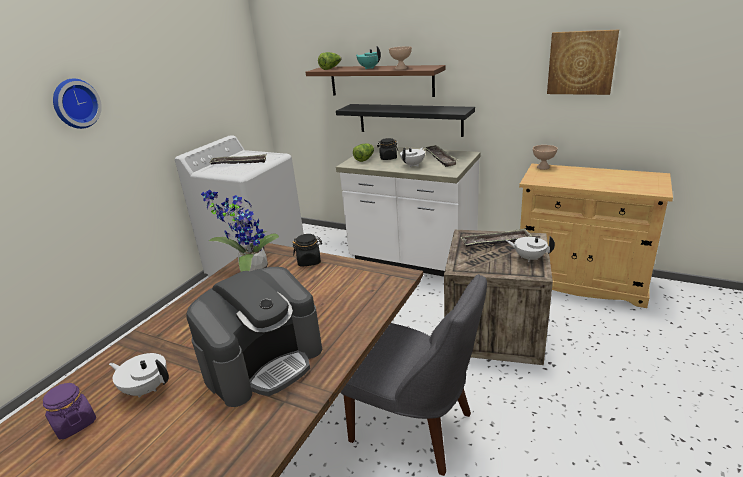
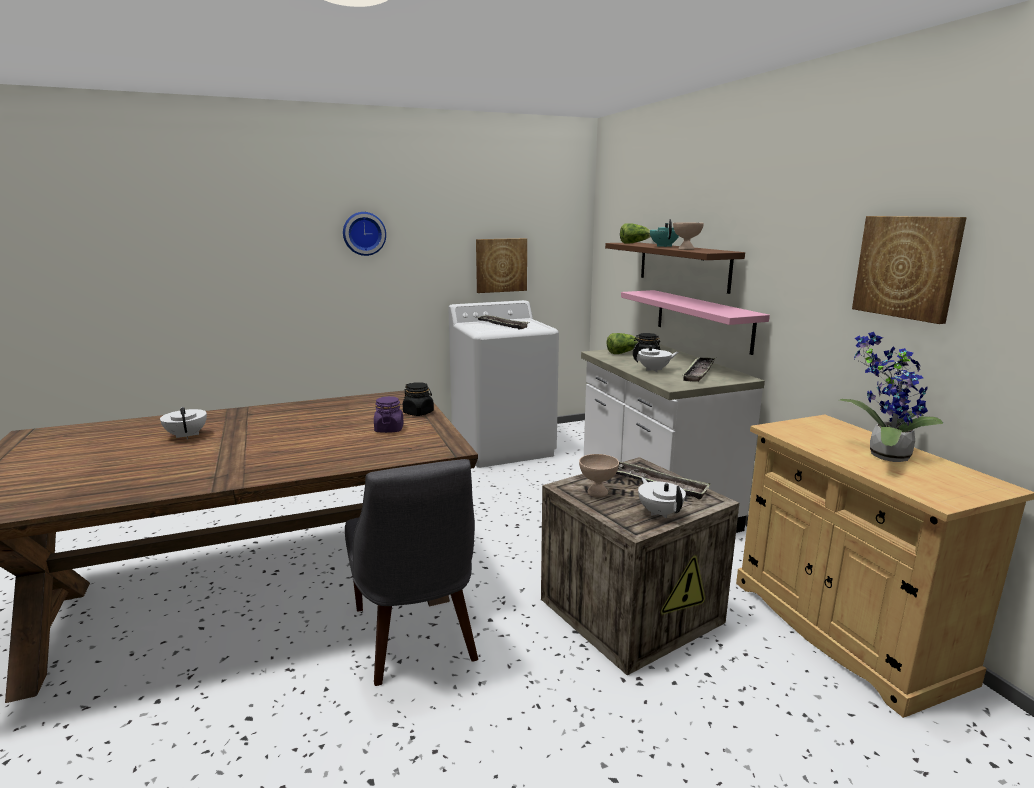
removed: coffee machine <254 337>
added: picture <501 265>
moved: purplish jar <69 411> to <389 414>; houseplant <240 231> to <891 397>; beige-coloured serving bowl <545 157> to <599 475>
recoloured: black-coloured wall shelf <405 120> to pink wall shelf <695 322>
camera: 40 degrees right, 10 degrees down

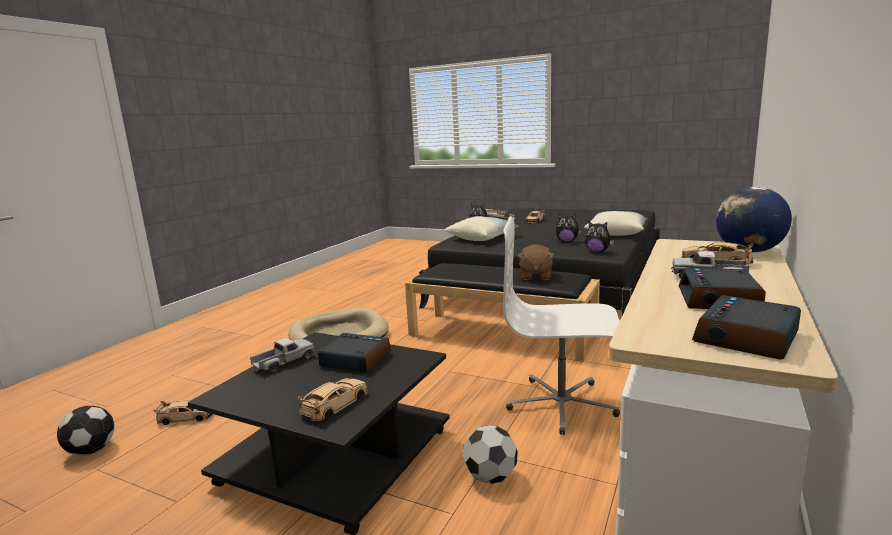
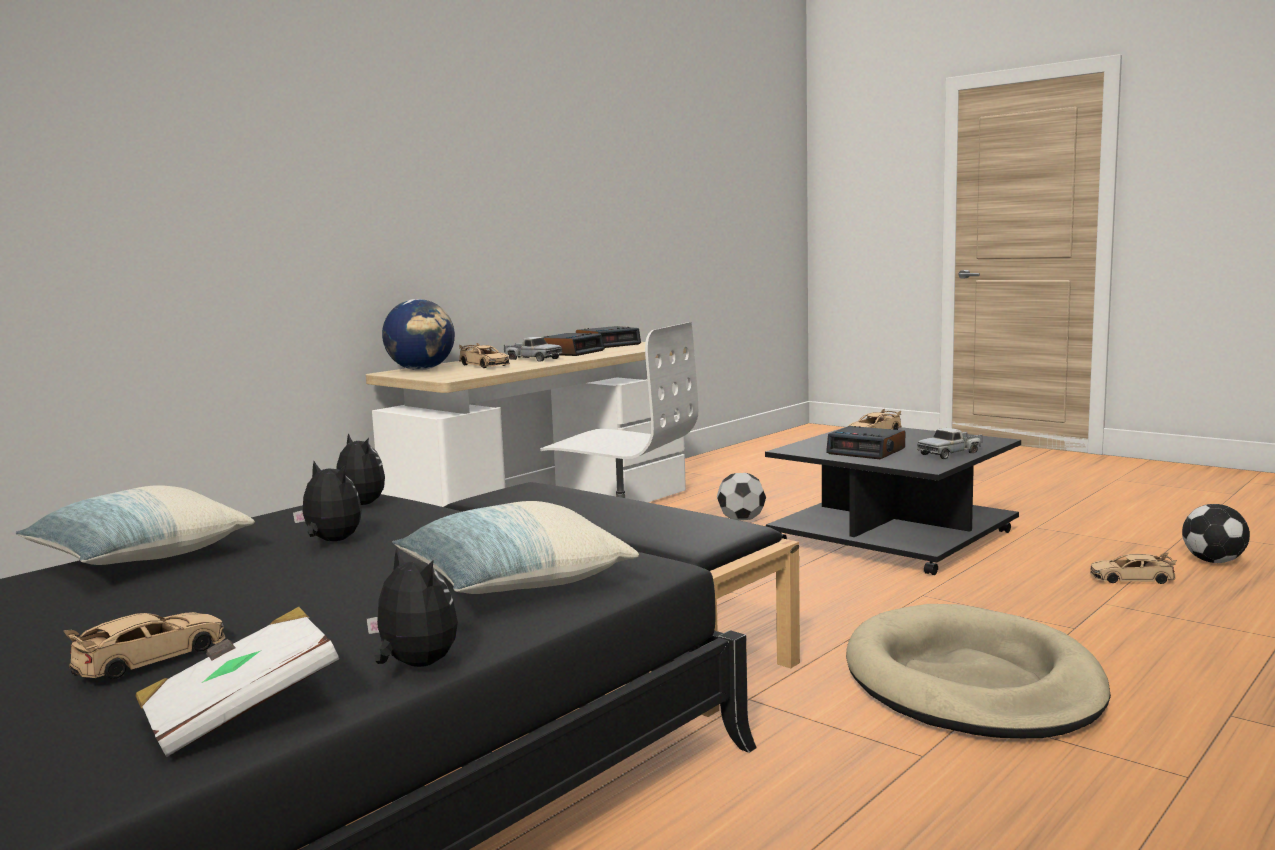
removed: brown-coloured plush toy <535 262>
camera: 165 degrees left, 5 degrees down

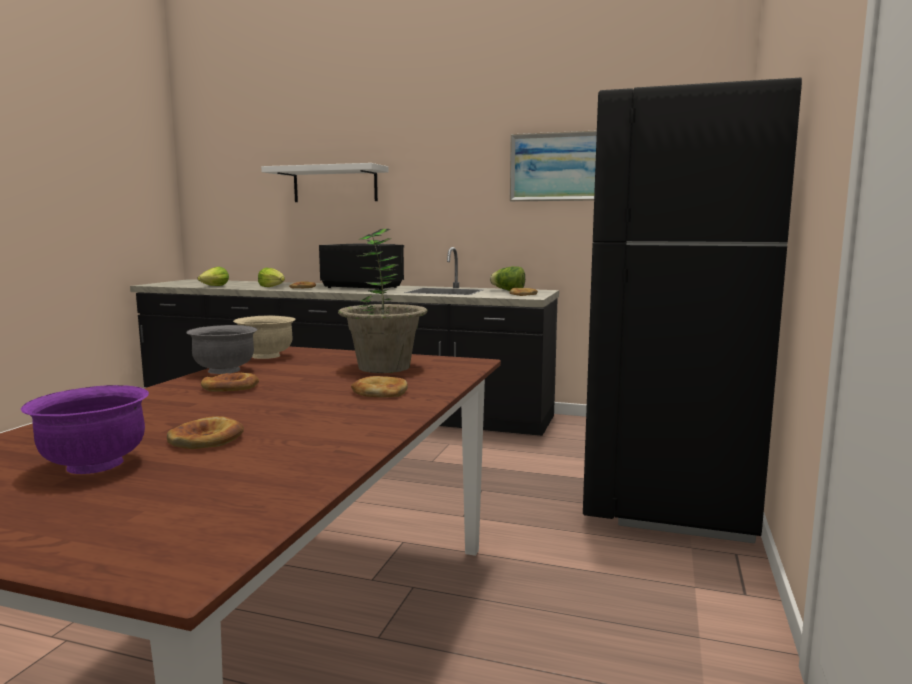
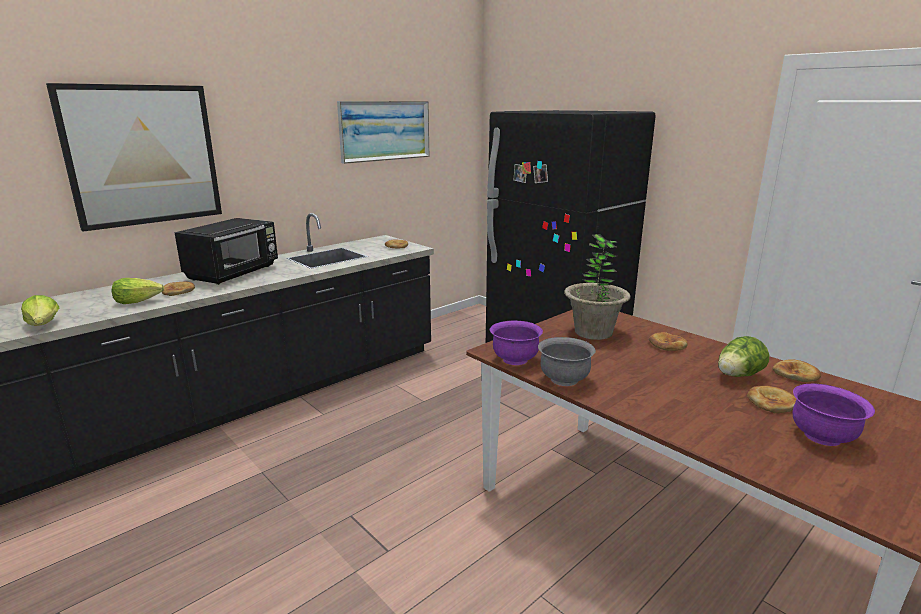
moved: bread <230 382> to <796 371>; lettuce head <507 278> to <743 356>
replaced: white-coloured wall shelf <325 182> to picture <134 157>
recoloured: beige-coloured serving bowl <264 337> to purplish serving bowl <516 342>
turned: black-coloured microwave oven <361 266> = <226 251> 150 degrees clockwise
camera: 60 degrees left, 10 degrees up

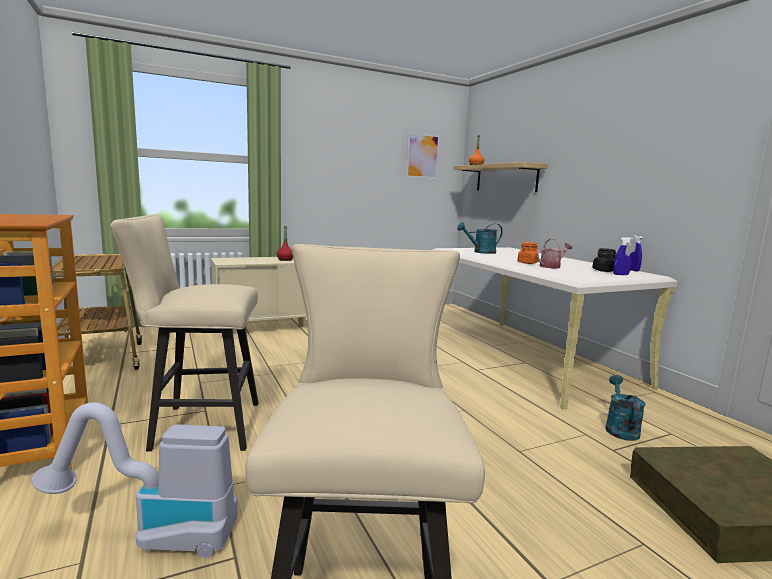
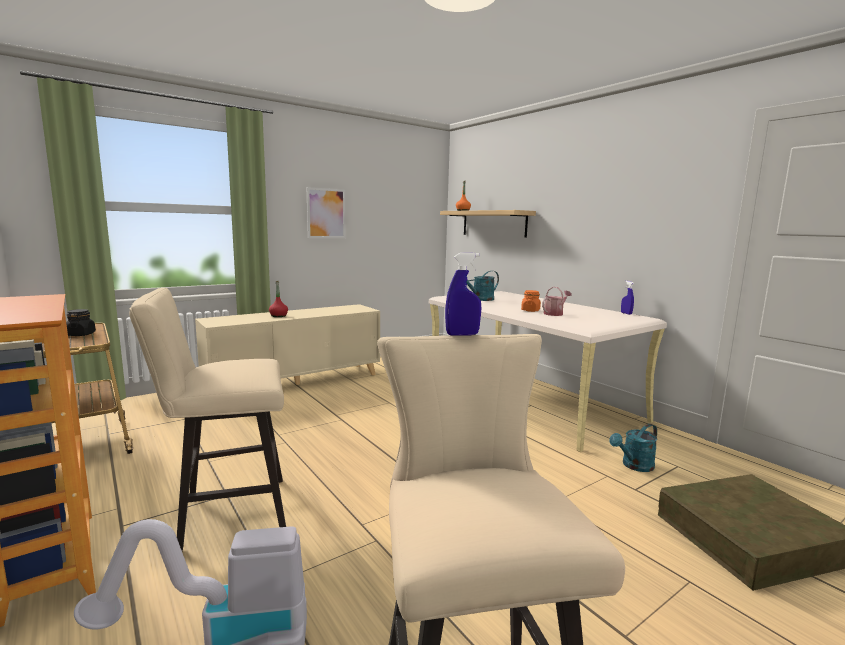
moved: picture <423 155> to <326 212>; black-coloured jar <604 260> to <81 322>; blue spray bottle <623 256> to <463 294>
turned: blue-green watering can <625 408> = <633 448> 120 degrees counterclockwise
camera: 10 degrees left, 0 degrees up

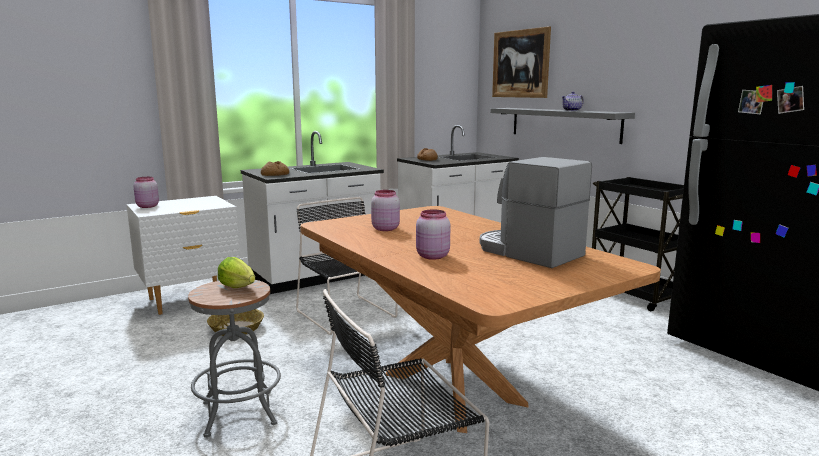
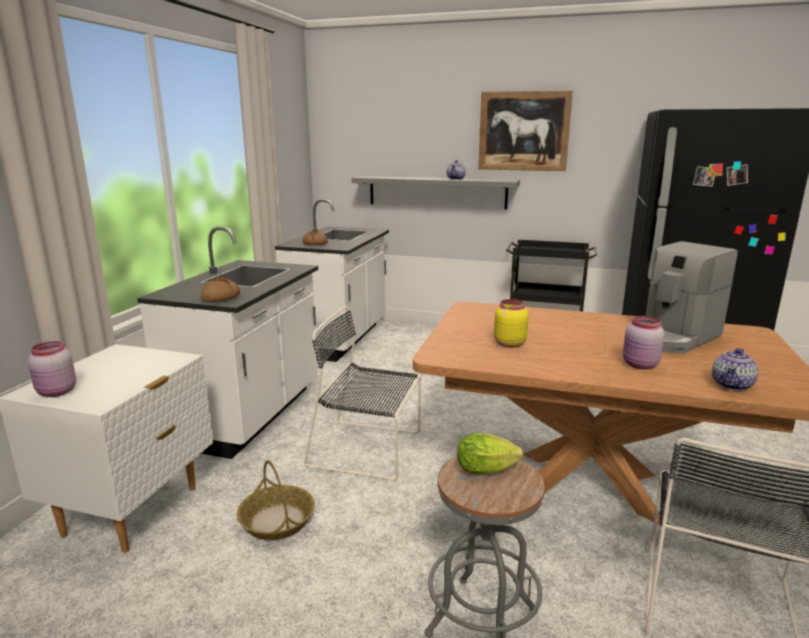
added: tea pot <735 369>
moved: picture <521 62> to <525 130>
recoloured: pink jar <385 210> to yellow jar <511 323>
turned: coffee machine <536 212> = <692 297> 45 degrees counterclockwise
camera: 40 degrees left, 5 degrees up

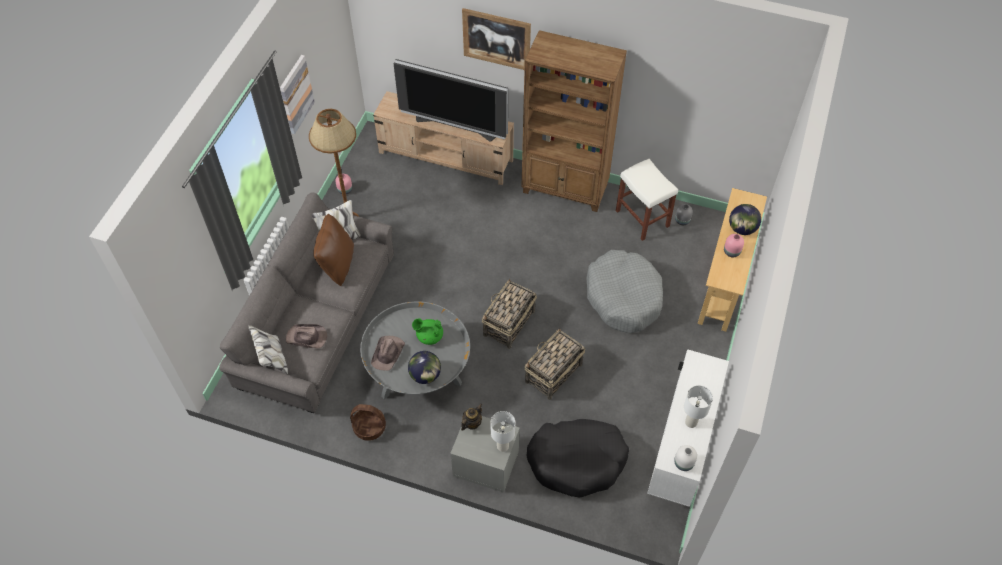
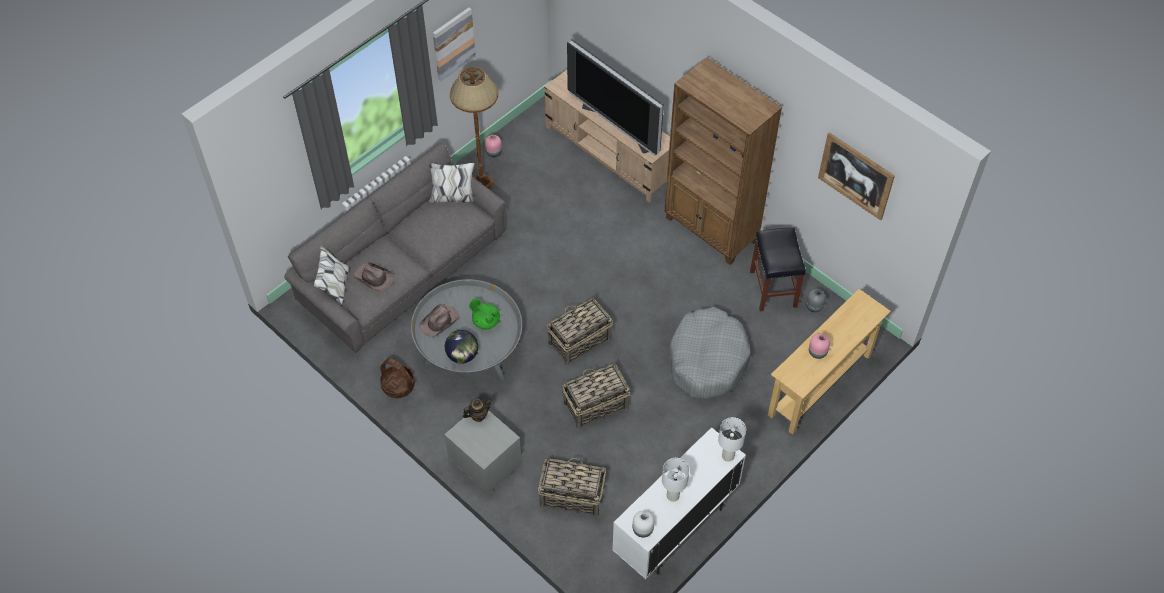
removed: brown-coloured pillow <333 250>; world globe <745 219>
moved: picture <496 39> to <856 176>; white-coloured lamp for a table <503 431> to <732 439>
replaced: black-coloured dog bed <577 458> to basket <572 487>
recoloured: white-coloured stool <647 200> to black-coloured stool <778 269>
camera: 25 degrees right, 0 degrees up

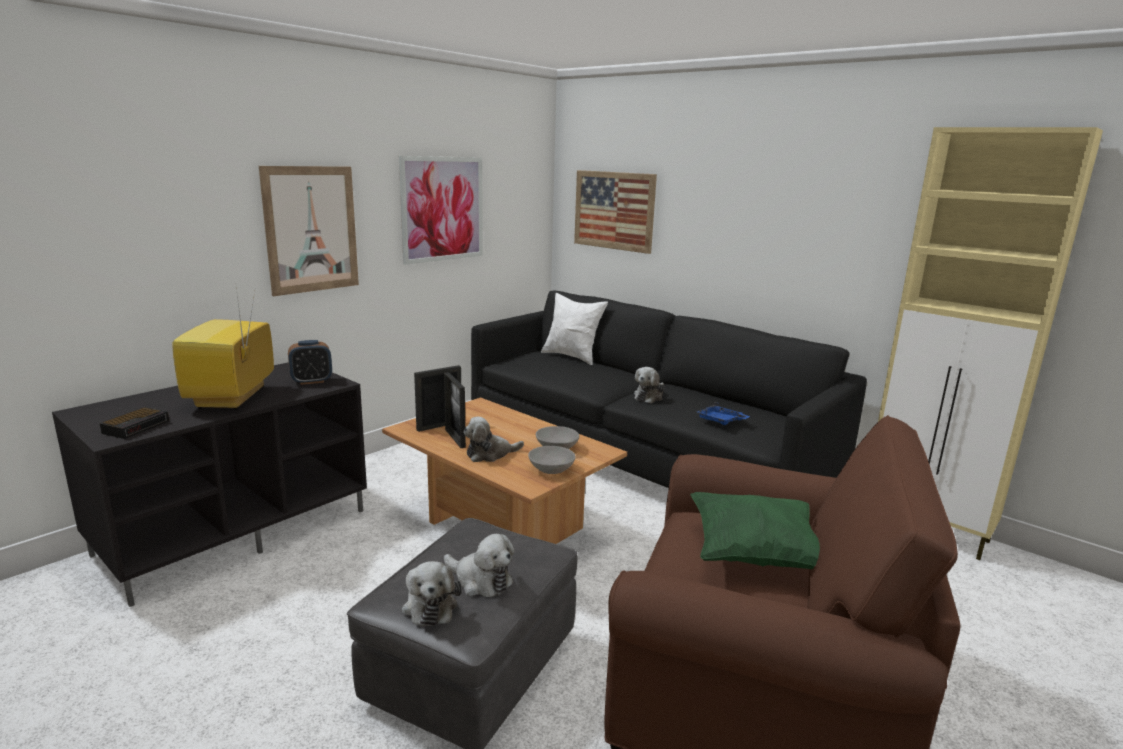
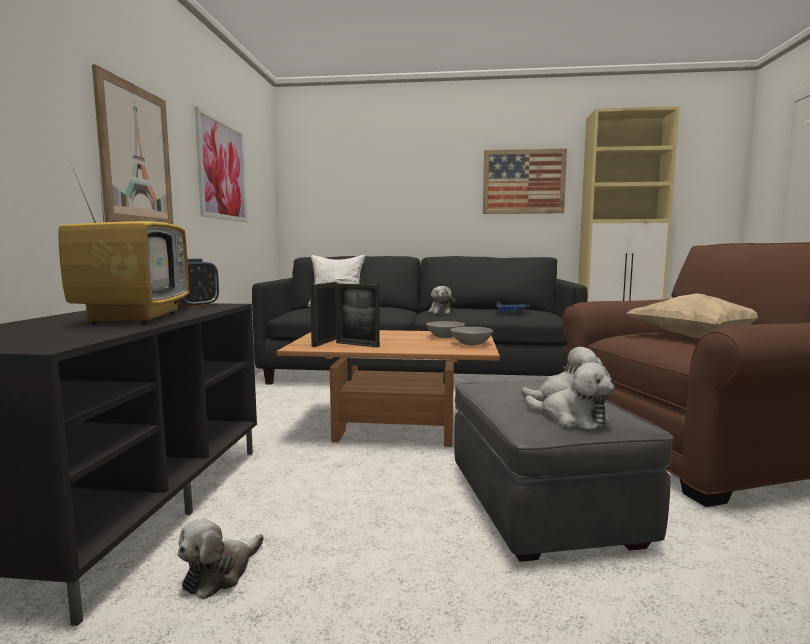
removed: table clock <134 423>
moved: plush toy <493 439> to <220 559>; picture <615 212> to <525 181>
recoloured: greenish pillow <755 530> to beige-coloured pillow <692 315>
turned: TV <223 349> = <124 246> 150 degrees counterclockwise
camera: 35 degrees left, 10 degrees down

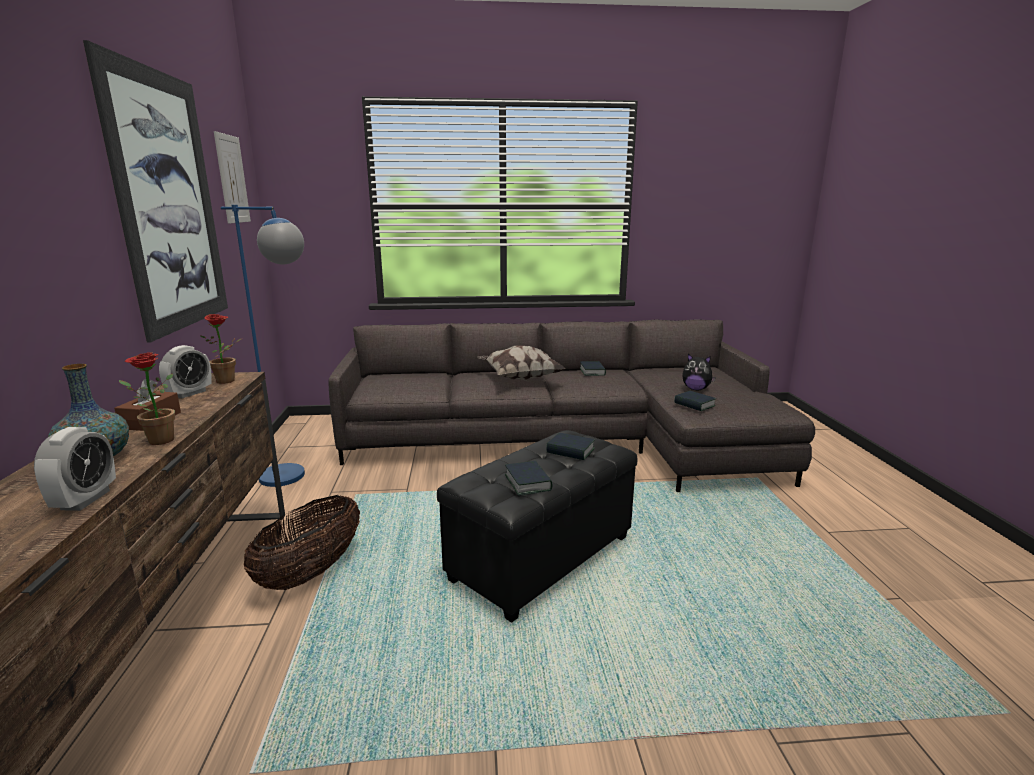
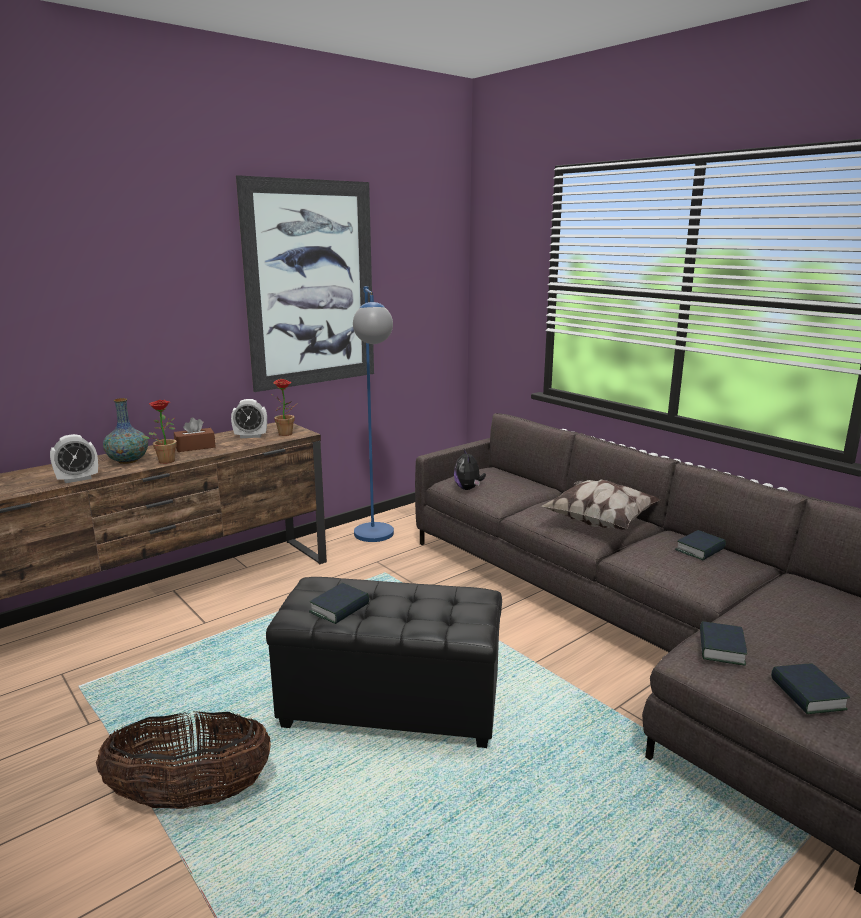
removed: picture <232 177>
moved: basket <302 542> to <183 760>; bound book <570 446> to <810 689>; plush toy <699 372> to <470 469>
camera: 55 degrees right, 0 degrees up

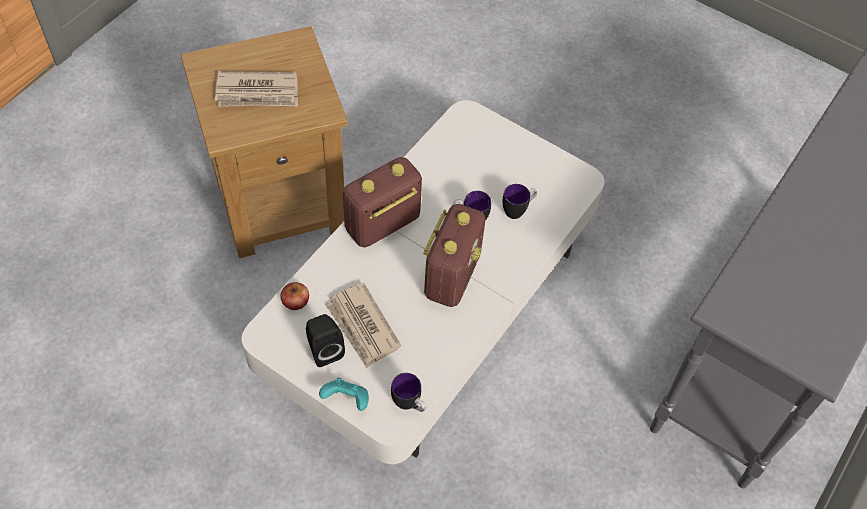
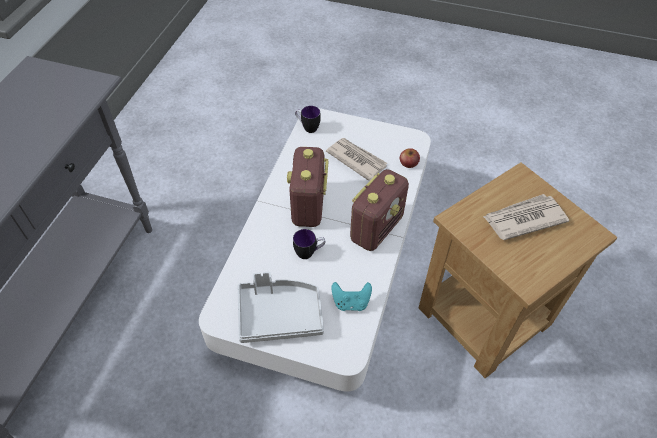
removed: black-coloured speaker <325 340>; mug <520 201>
added: gray tray <281 307>
moved: blue-green game controller <344 394> to <351 296>
camera: 165 degrees right, 5 degrees down

